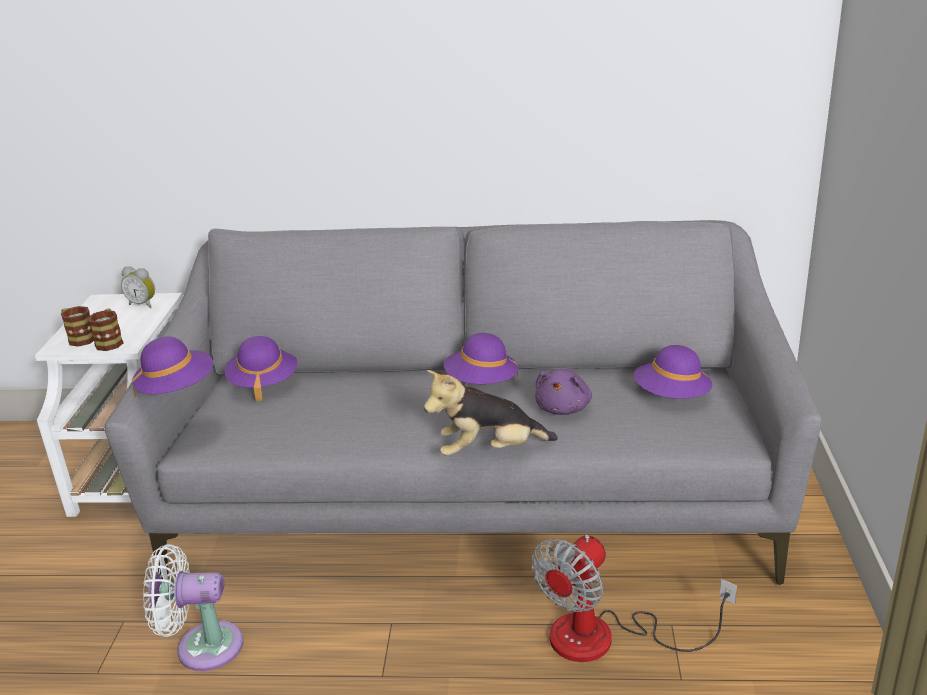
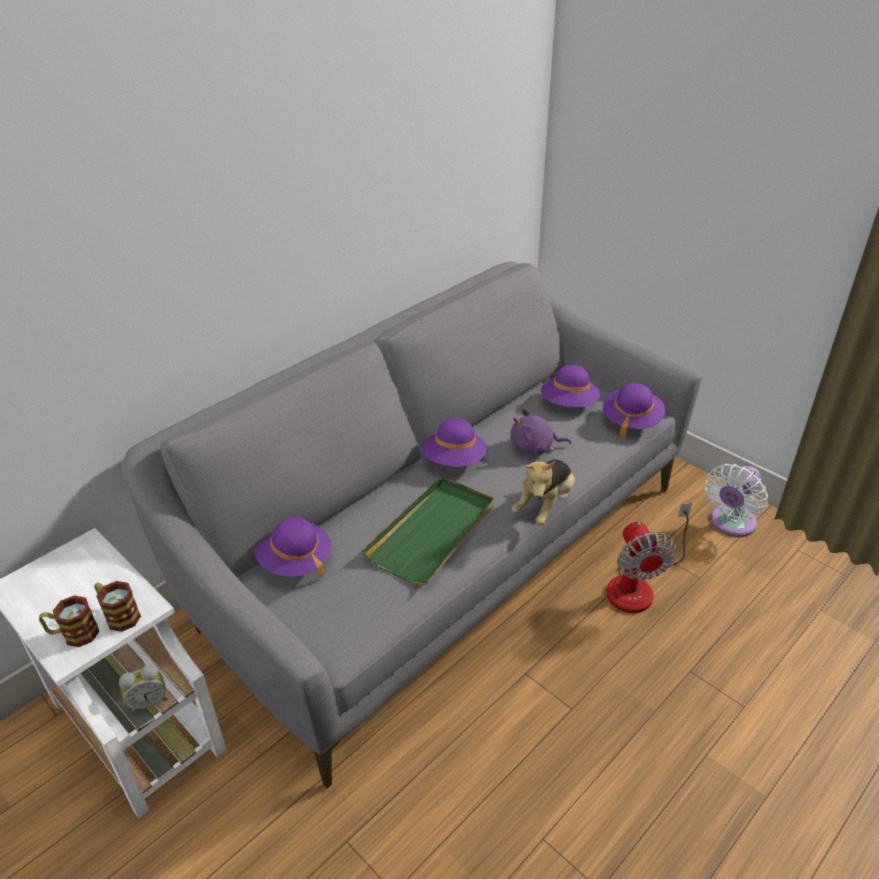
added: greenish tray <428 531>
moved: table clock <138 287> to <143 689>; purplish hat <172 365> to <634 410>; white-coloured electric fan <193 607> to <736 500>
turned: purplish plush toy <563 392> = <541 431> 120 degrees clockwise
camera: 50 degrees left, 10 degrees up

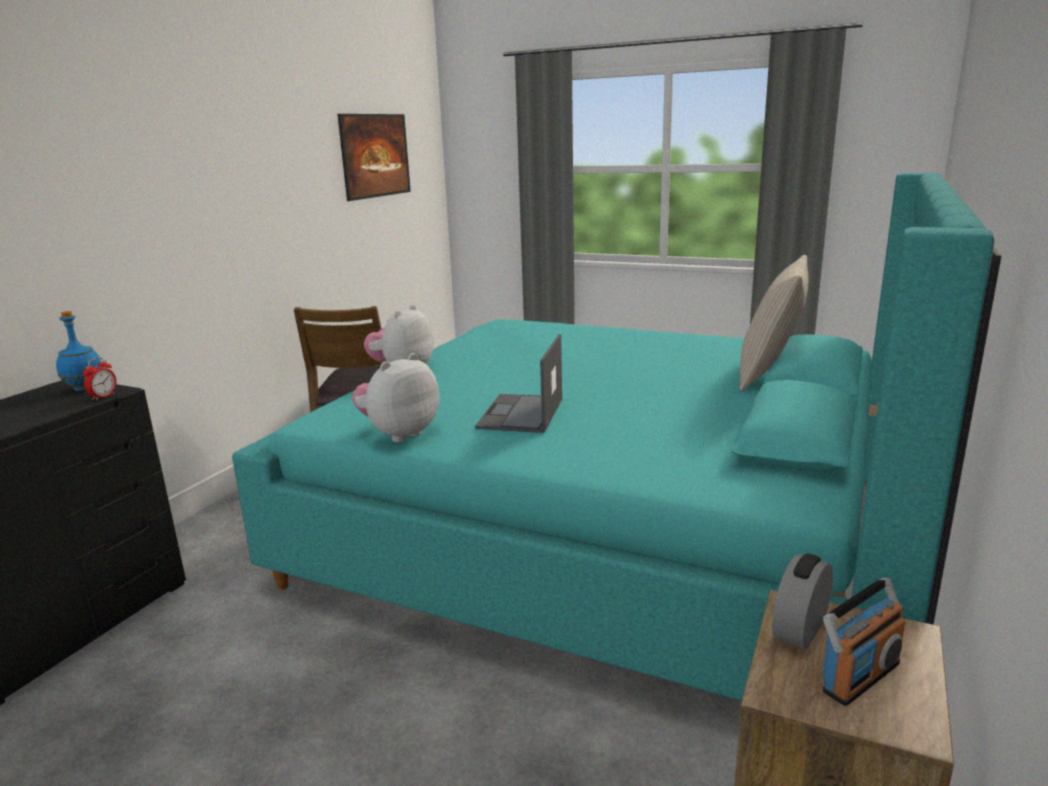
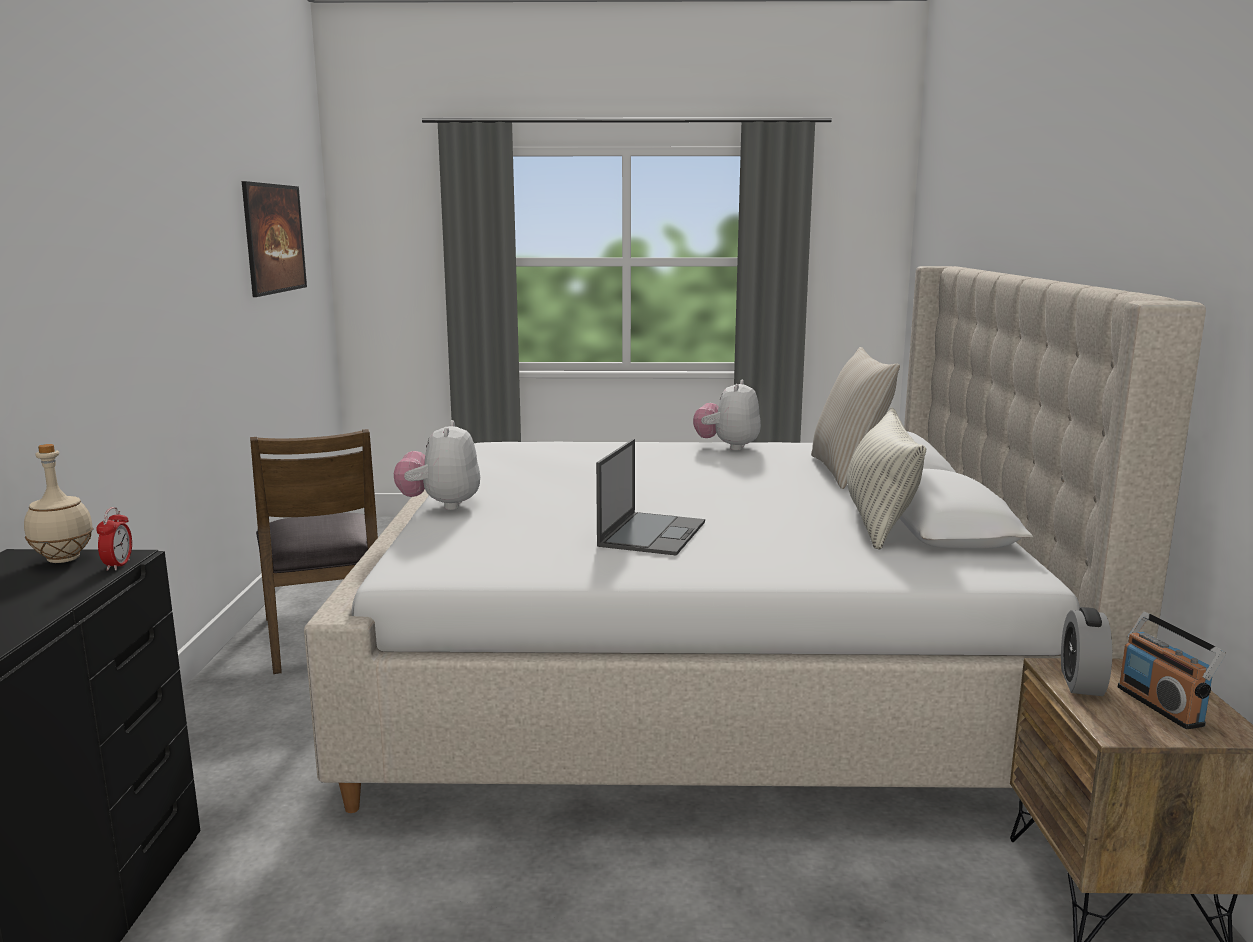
added: pillow <886 478>
moved: plush toy <395 397> to <727 415>
recoloured: blue drink bottle <79 351> to beige-coloured drink bottle <59 503>; blue-green bedroom bed <617 437> to beige-coloured bedroom bed <755 539>
turned: laptop <518 383> = <650 497> 150 degrees counterclockwise; radio <864 642> = <1172 670> 135 degrees clockwise
camera: 25 degrees left, 5 degrees down

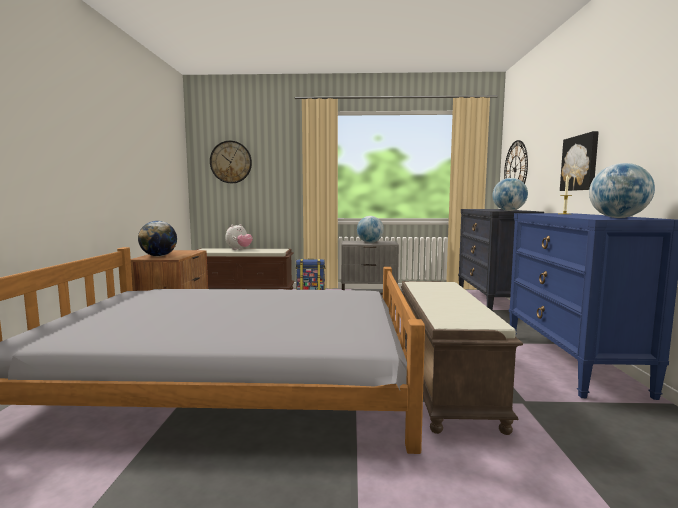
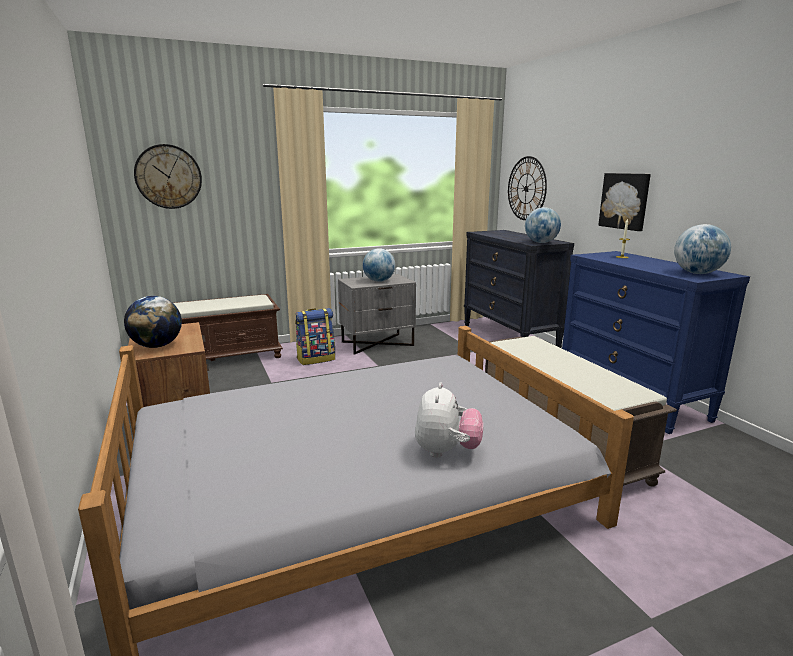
moved: plush toy <239 237> to <449 420>
camera: 25 degrees left, 10 degrees up

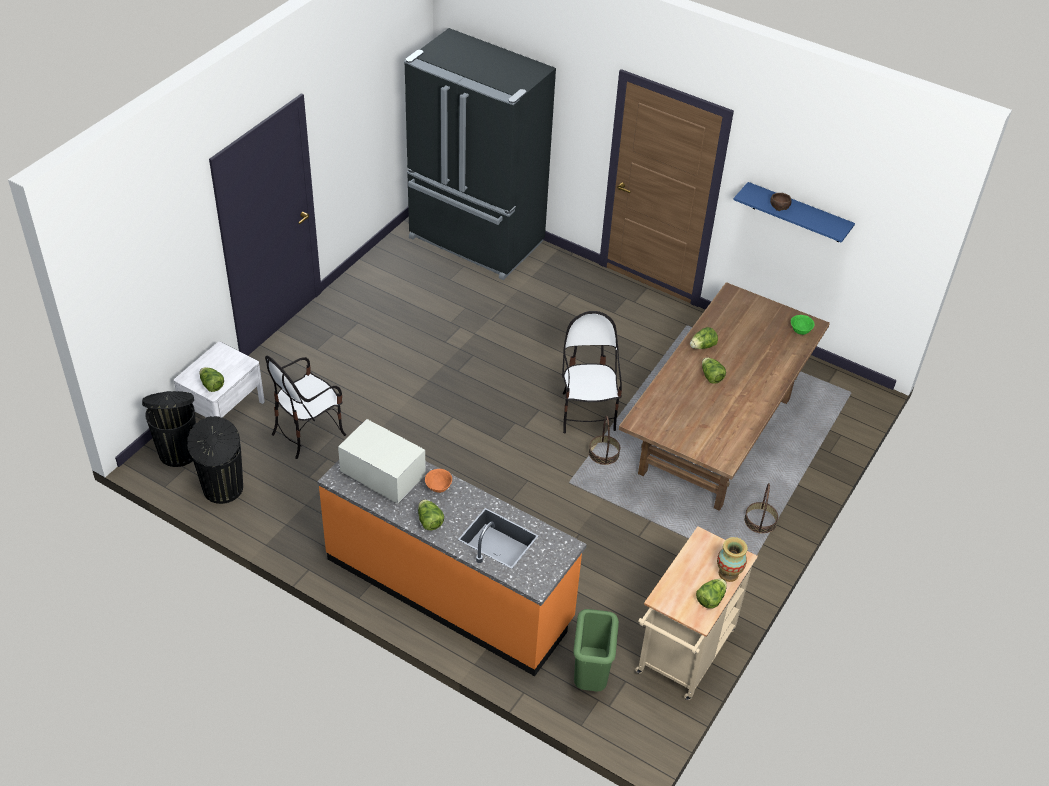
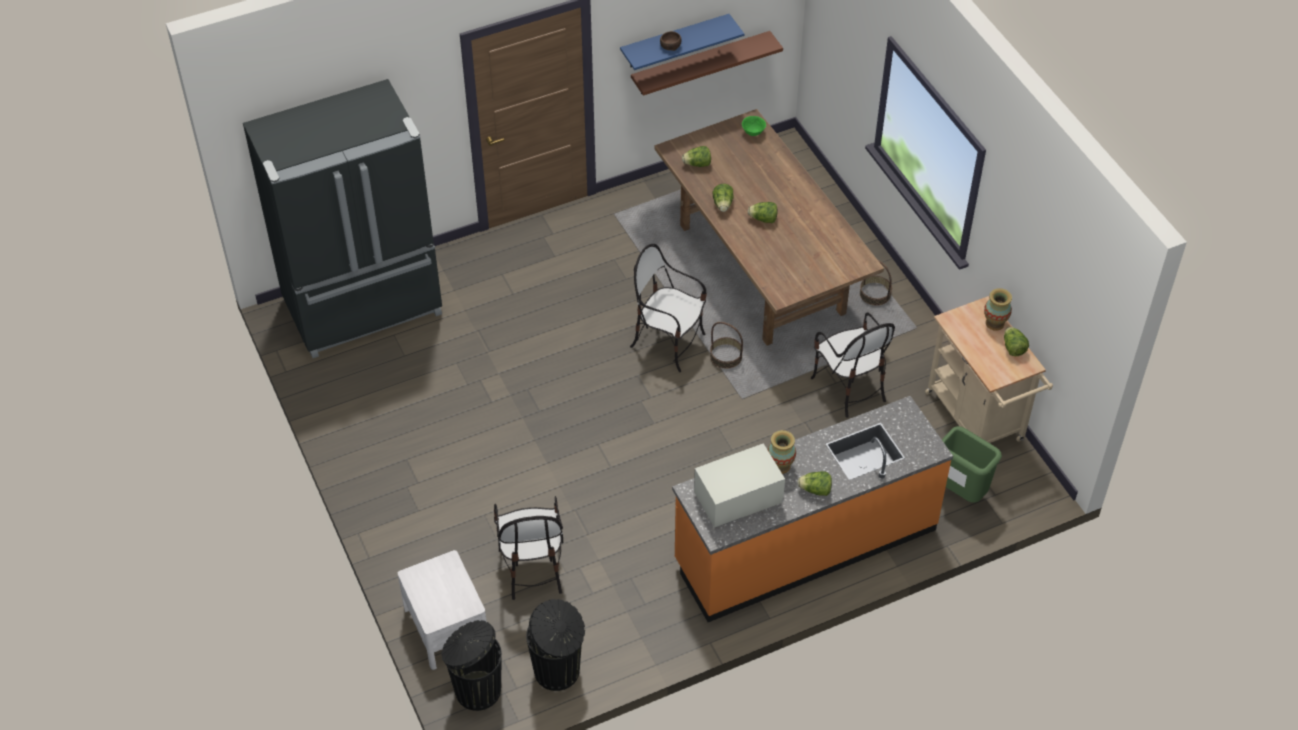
added: brown-coloured wall shelf <707 63>; upright chair <853 365>
moved: lettuce head <212 379> to <696 156>
replaced: orange-coloured serving bowl <438 481> to flower vase <782 452>
camera: 55 degrees left, 5 degrees up

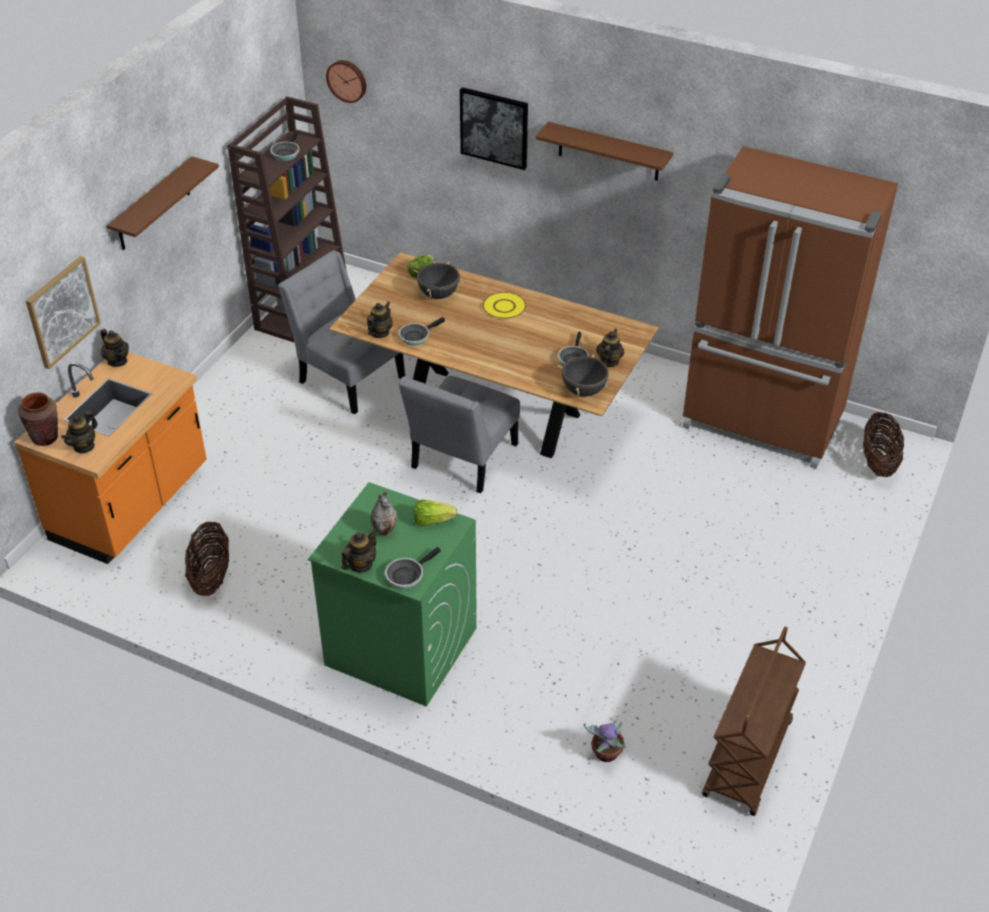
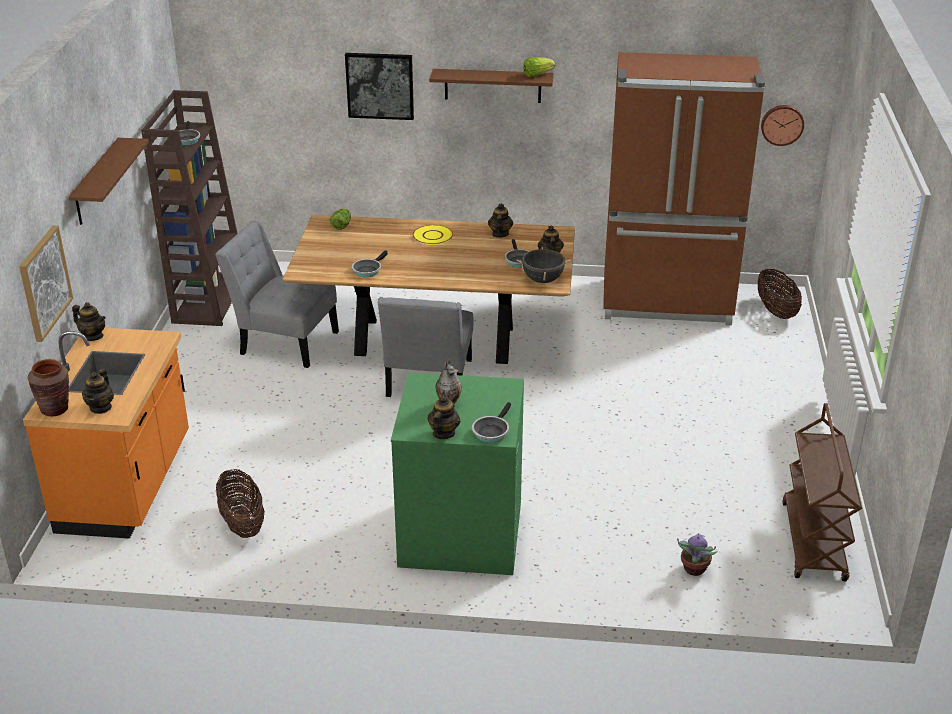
removed: black-coloured cooking pot <438 280>
moved: clock on the wall <346 81> to <782 125>; tea pot <380 319> to <500 221>; lettuce head <435 512> to <539 67>
camera: 20 degrees left, 10 degrees down

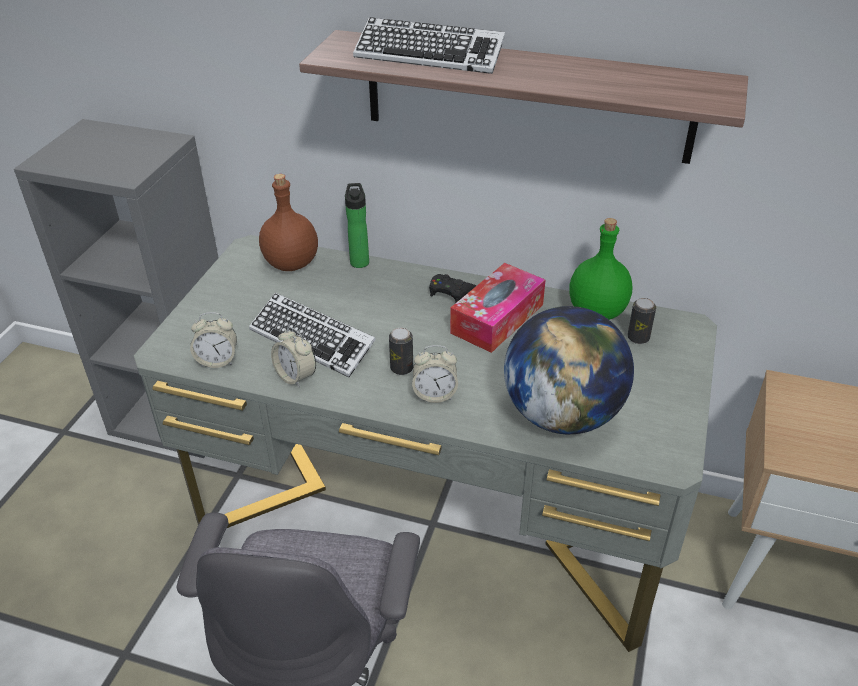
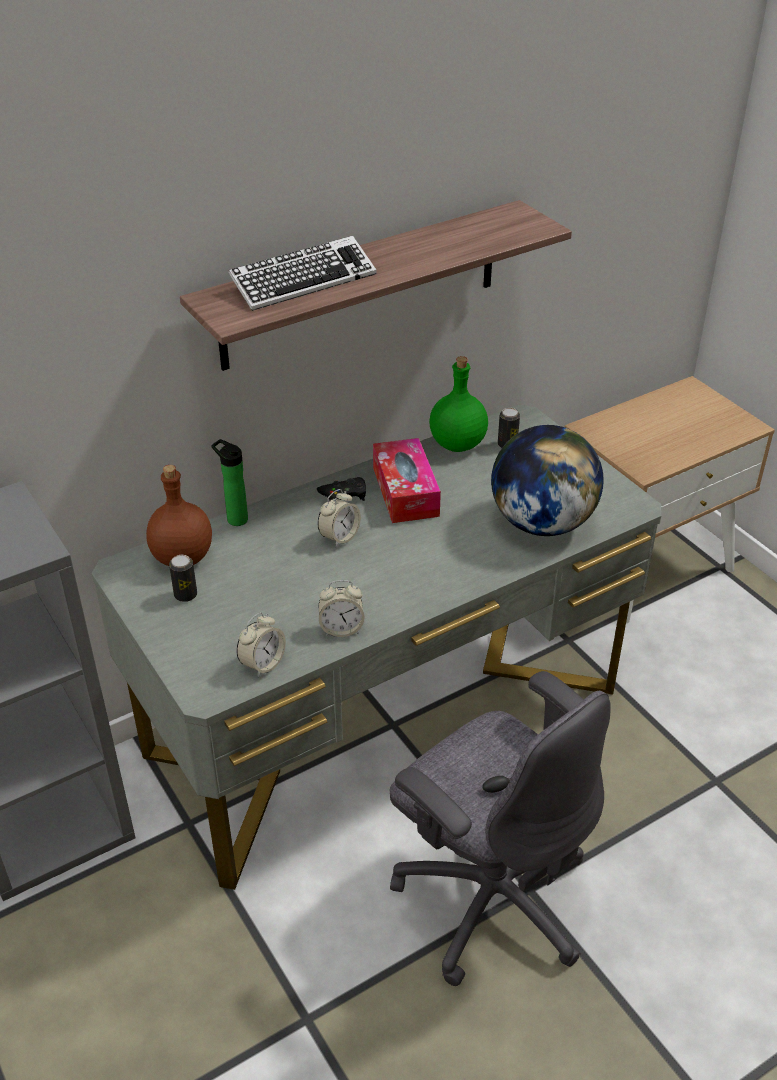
removed: PC keyboard <312 335>
moved: metal can <401 351> to <183 578>; table clock <435 374> to <339 518>
camera: 50 degrees left, 0 degrees up

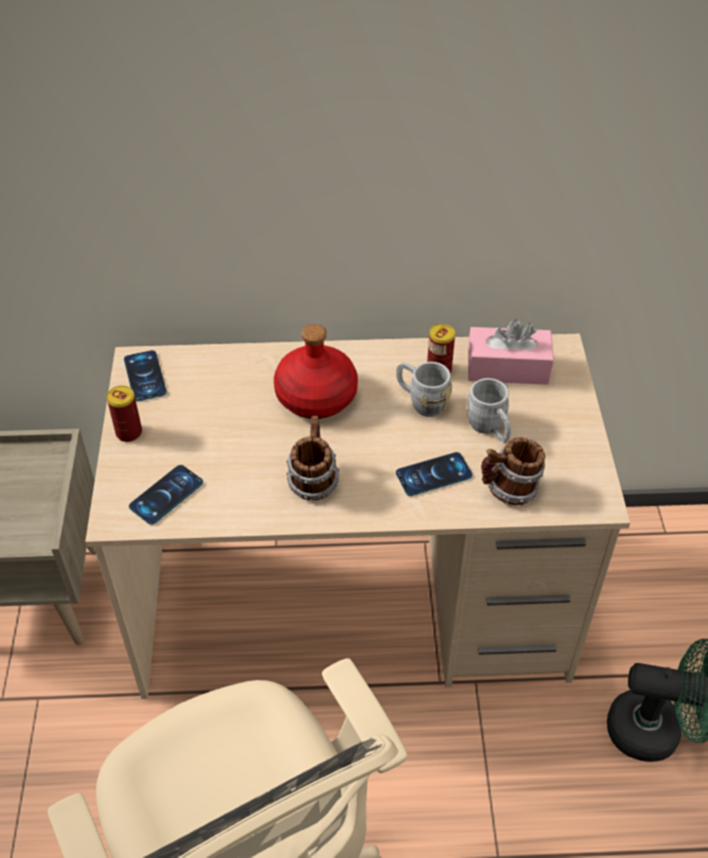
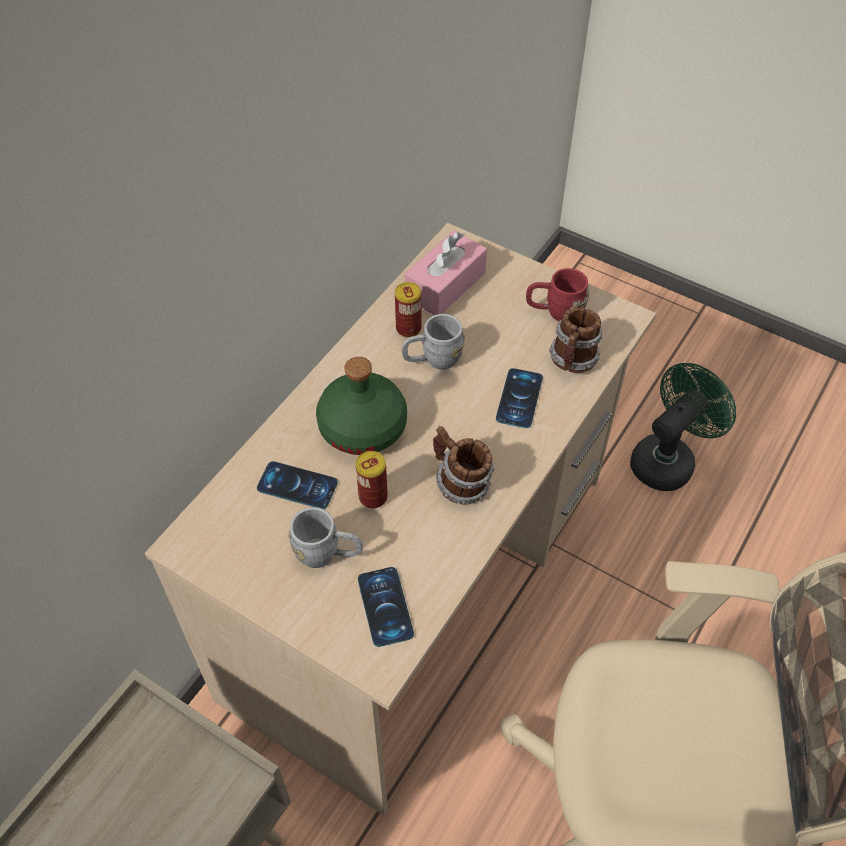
added: red-coloured mug <558 294>
moved: metal can <124 414> to <372 479>; telephone <145 375> to <297 485>; gray mug <488 410> to <325 537>
recoloured: red-coloured drink bottle <316 371> to greenish drink bottle <361 406>
camera: 55 degrees left, 5 degrees up

